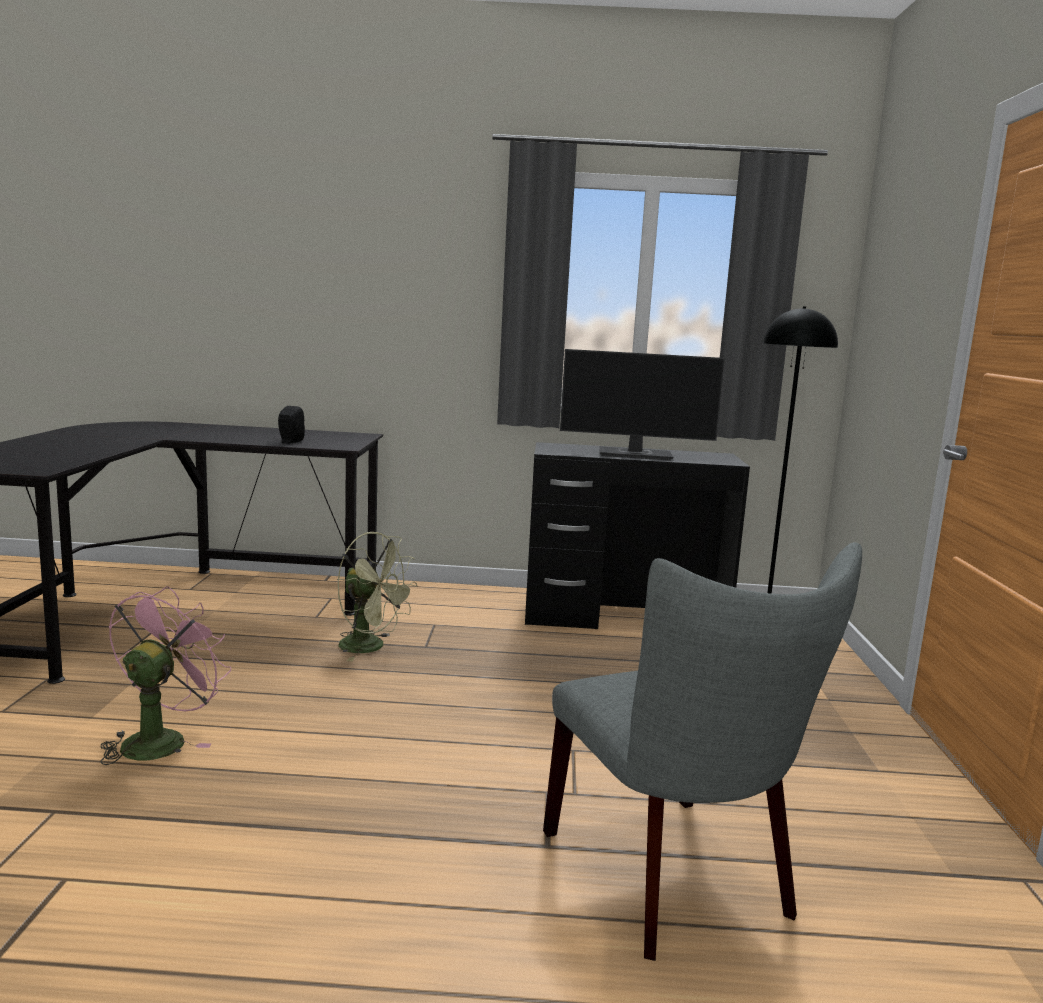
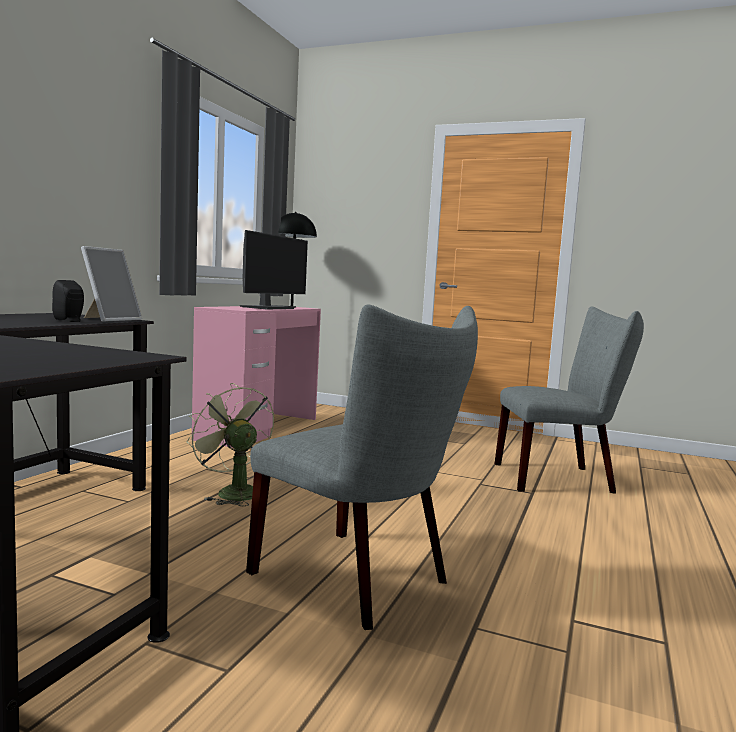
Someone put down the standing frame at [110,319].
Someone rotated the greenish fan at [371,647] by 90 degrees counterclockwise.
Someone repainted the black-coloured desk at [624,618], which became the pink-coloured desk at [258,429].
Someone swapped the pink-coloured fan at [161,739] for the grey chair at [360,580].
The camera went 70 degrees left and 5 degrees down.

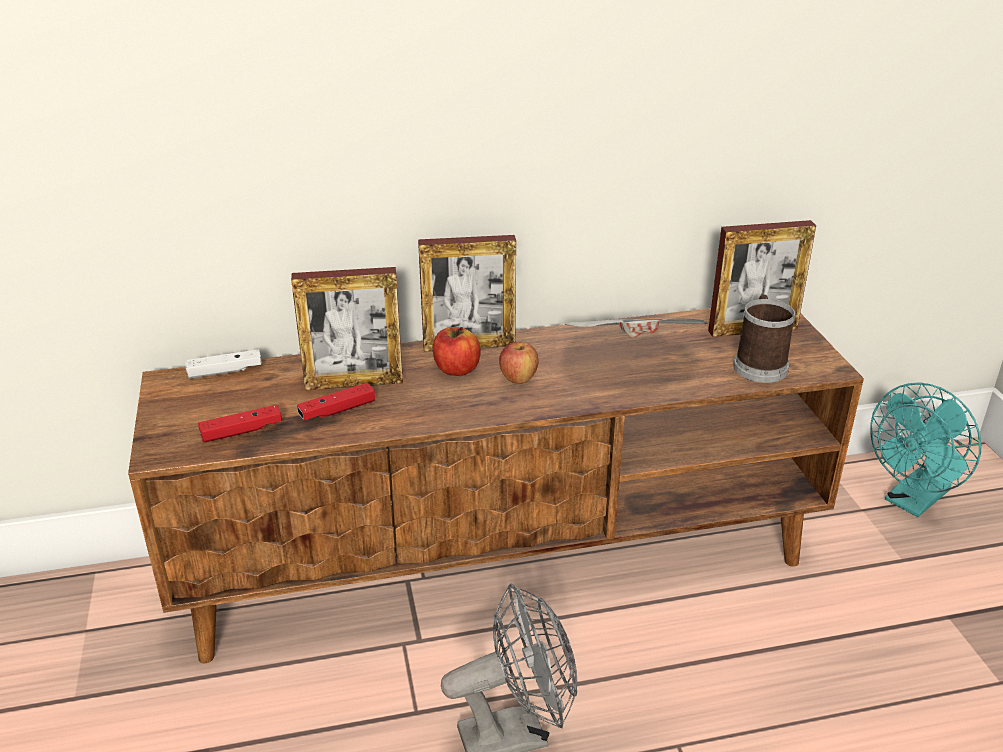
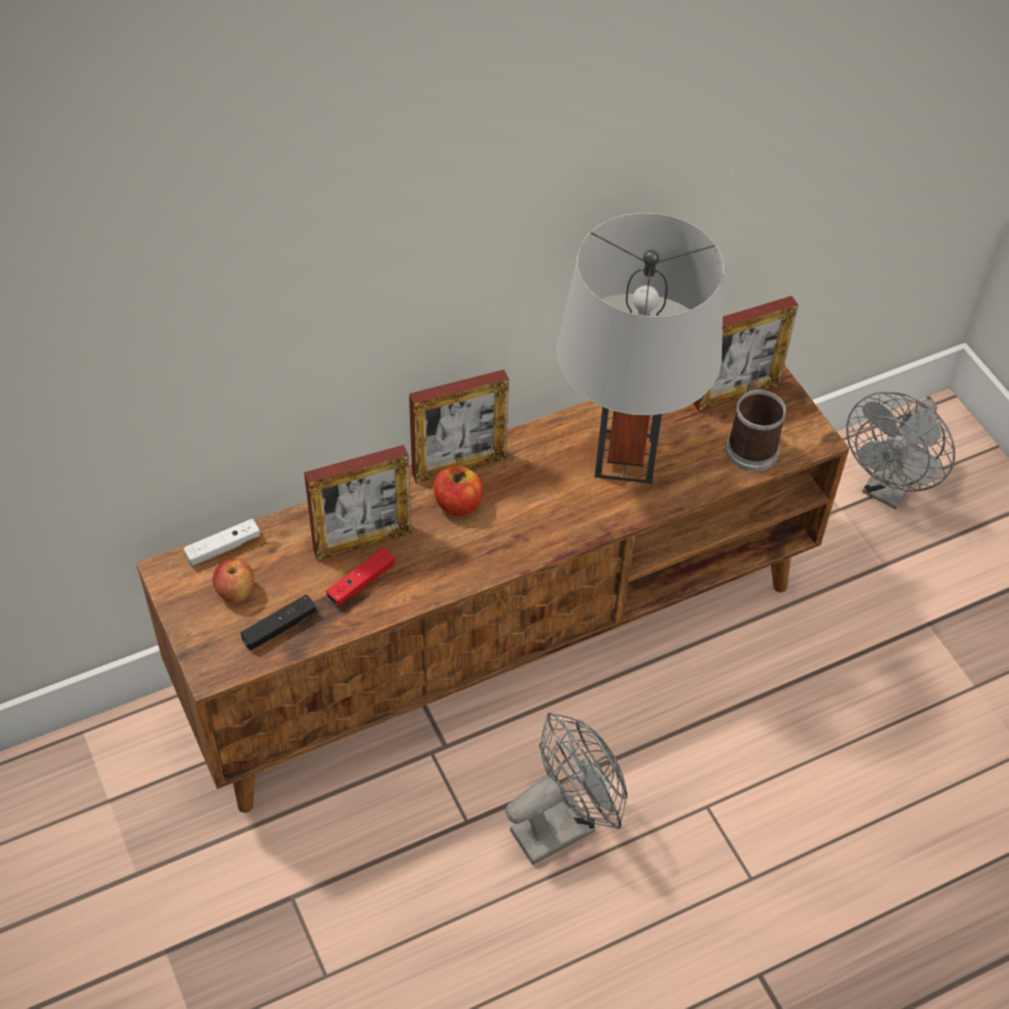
Someone carried the apple fruit from [518,379] to [235,592].
Someone repainted the red gamepad at [242,431], which became the black-coloured gamepad at [279,628].
Someone swapped the printed paper at [631,358] for the grey tabletop lamp at [625,456].
Someone repainted the blue-green fan at [912,501], which became the grey fan at [888,489].
The camera went 15 degrees left and 20 degrees up.

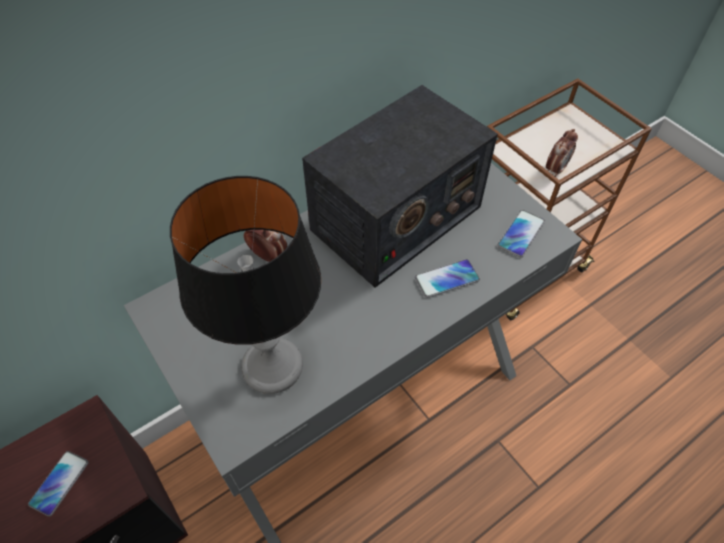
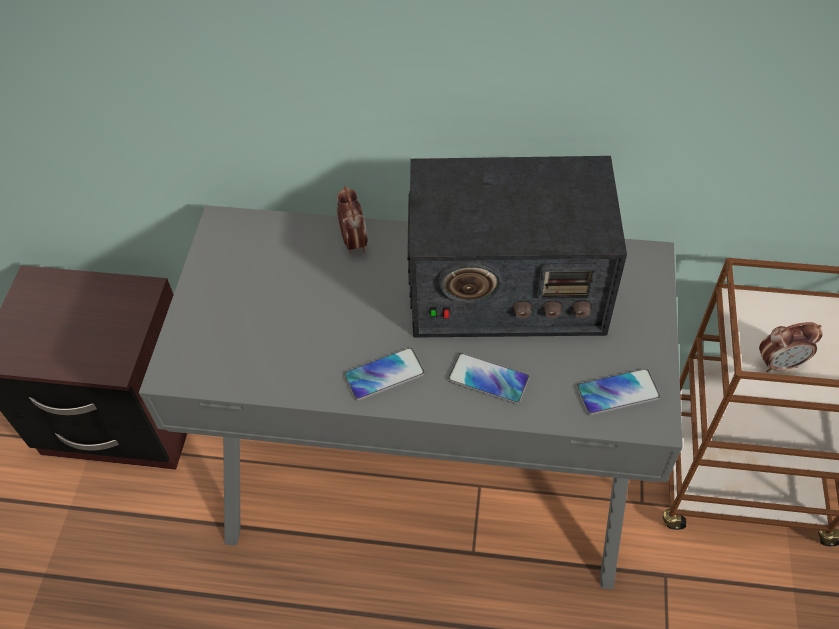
Someone carried the phone from [59,483] to [384,374].
Someone took away the tabletop lamp at [272,366].
The camera went 45 degrees right and 0 degrees up.

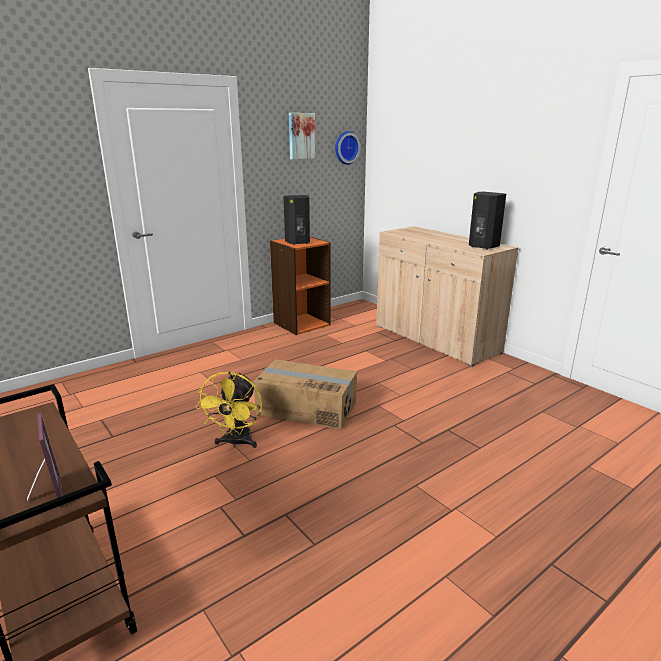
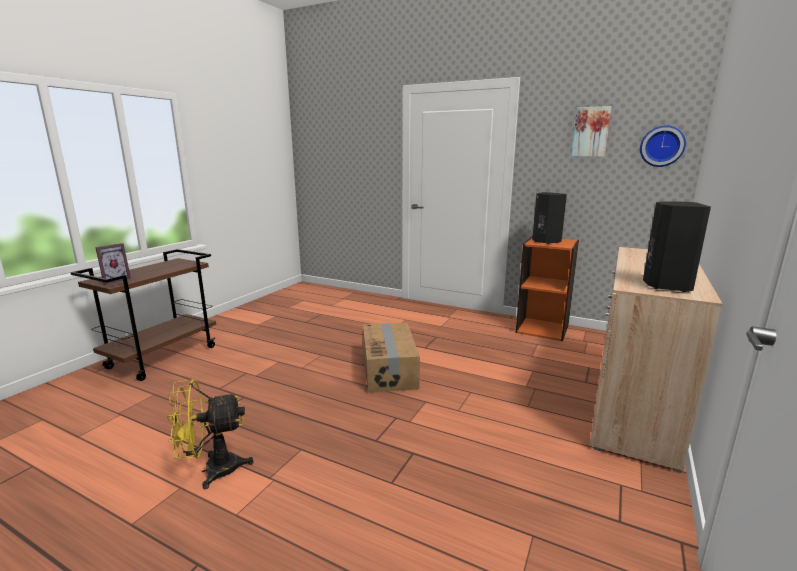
Someone carried the yellowish fan from [236,443] to [212,470].
The camera went 65 degrees right and 5 degrees down.

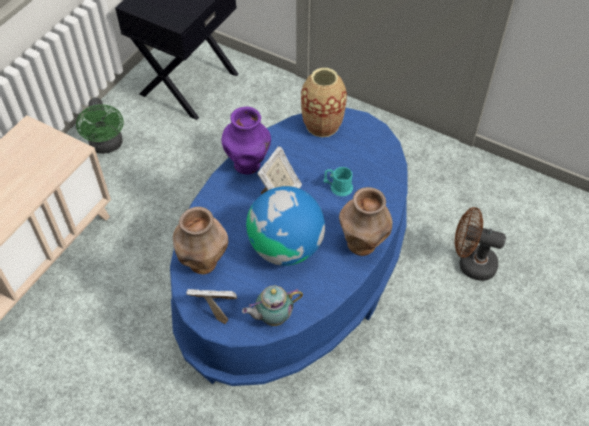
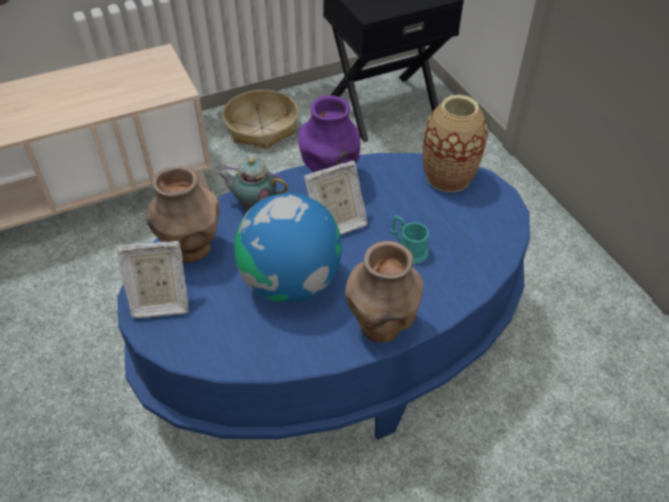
Someone rotated the standing frame at [216,308] by 135 degrees clockwise.
Someone carried the pot for tea from [272,317] to [254,204].
Someone swapped the greenish fan at [107,146] for the storage basket at [262,128].
Someone took away the brownish fan at [471,263].
The camera went 35 degrees right and 5 degrees down.

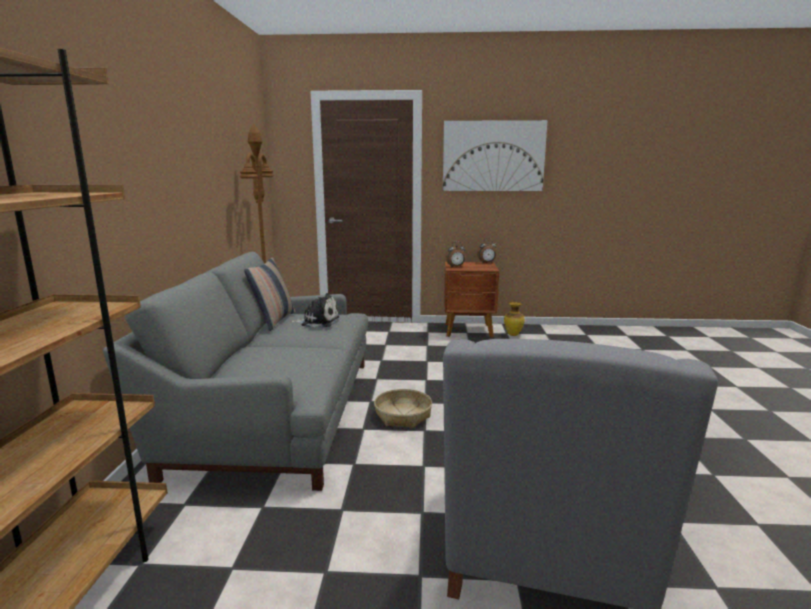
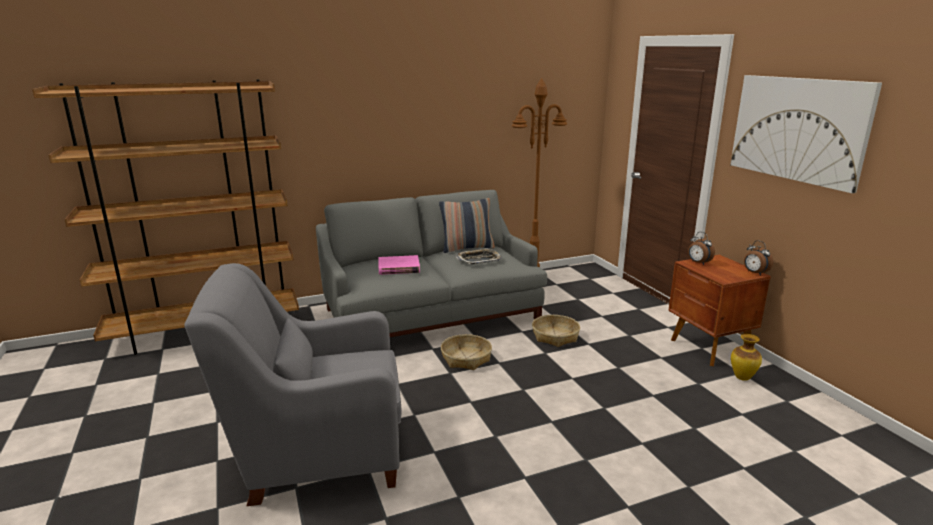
Someone put down the pink-coloured bound book at [399,268].
Someone swapped the soft toy at [318,322] for the serving tray at [479,260].
Someone put down the storage basket at [555,336].
The camera went 65 degrees right and 5 degrees up.

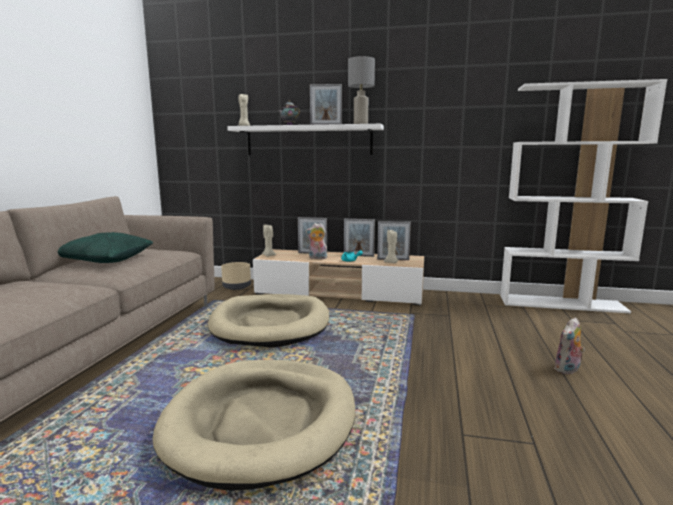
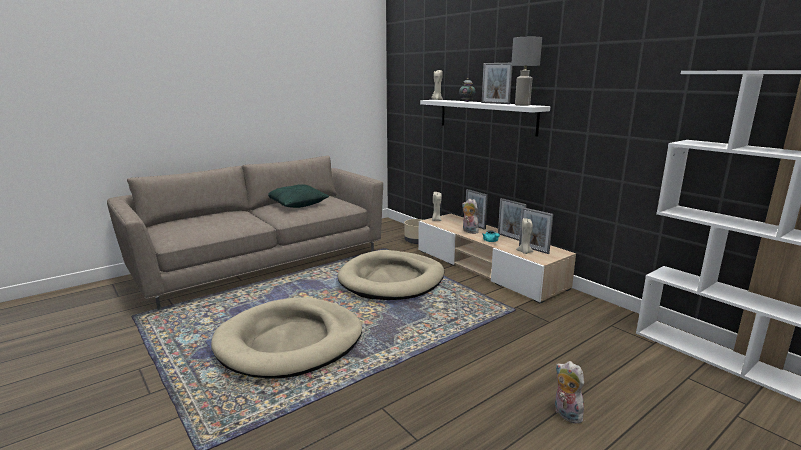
Someone rotated the soft toy at [568,370] by 60 degrees clockwise.
The camera went 40 degrees right and 5 degrees up.

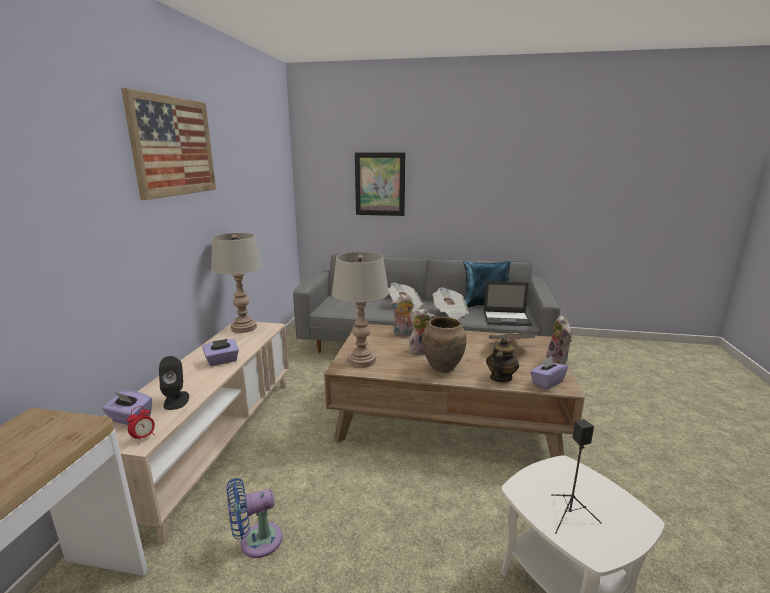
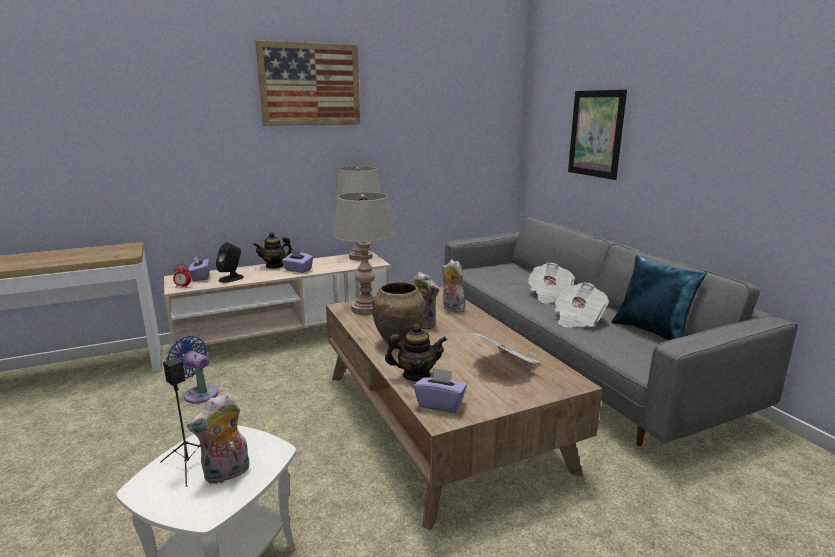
Someone carried the soft toy from [558,361] to [227,474].
Someone put down the pot for tea at [274,266].
Someone took away the portable computer at [507,318].
The camera went 55 degrees right and 0 degrees up.

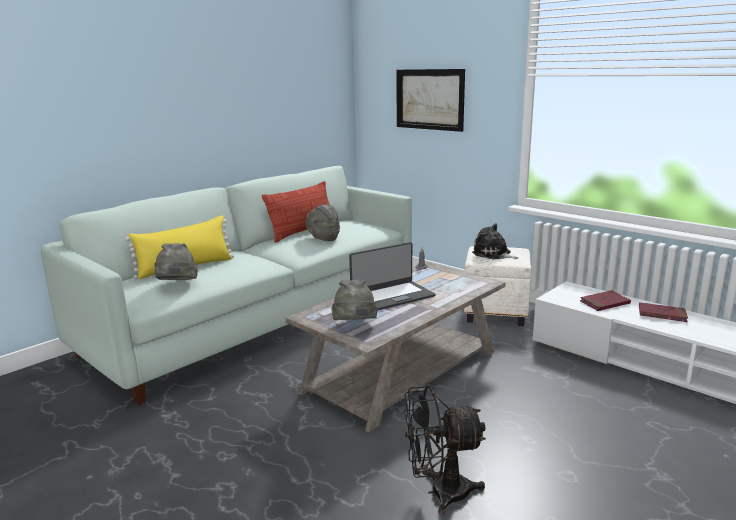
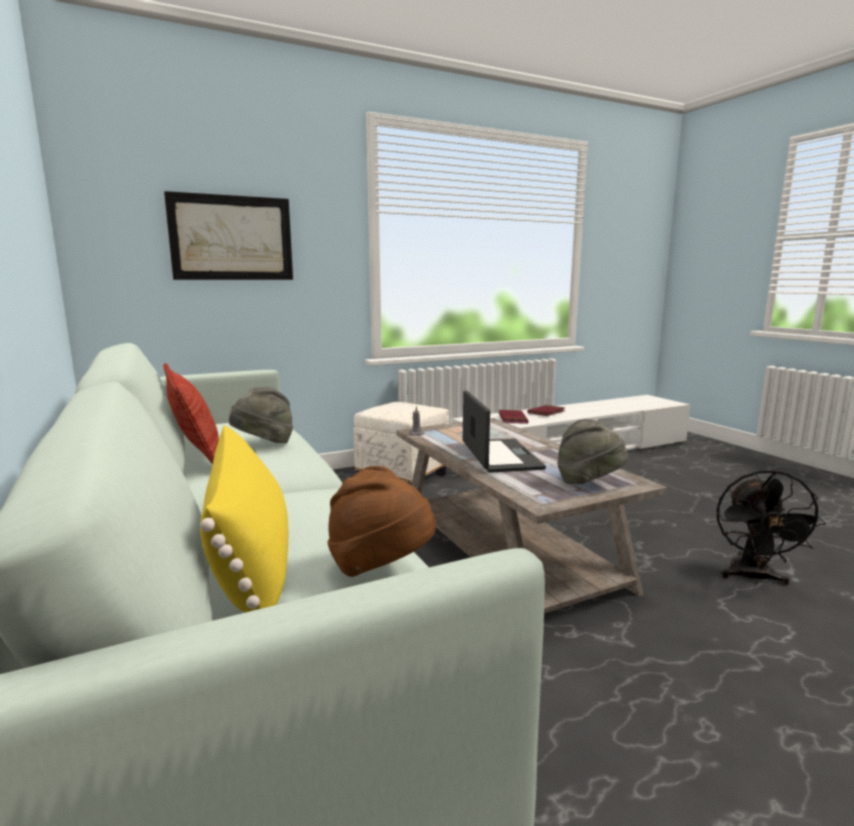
Someone repainted the grey clothing hat at [177,285], which became the brownish clothing hat at [381,568].
Someone took away the soft toy at [493,254].
The camera went 70 degrees left and 5 degrees down.

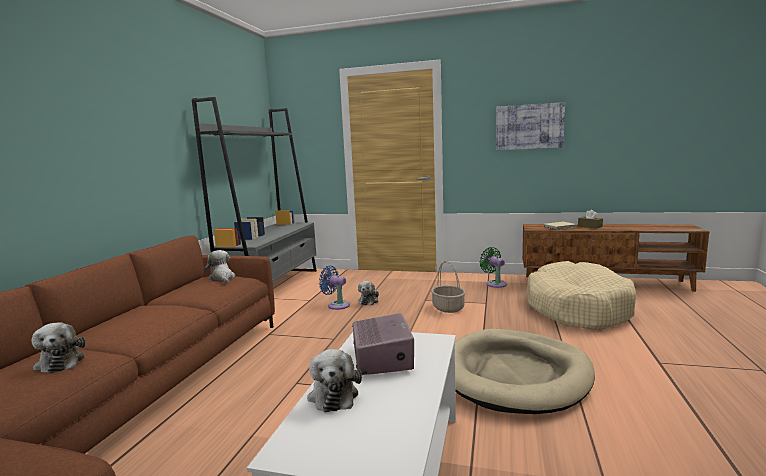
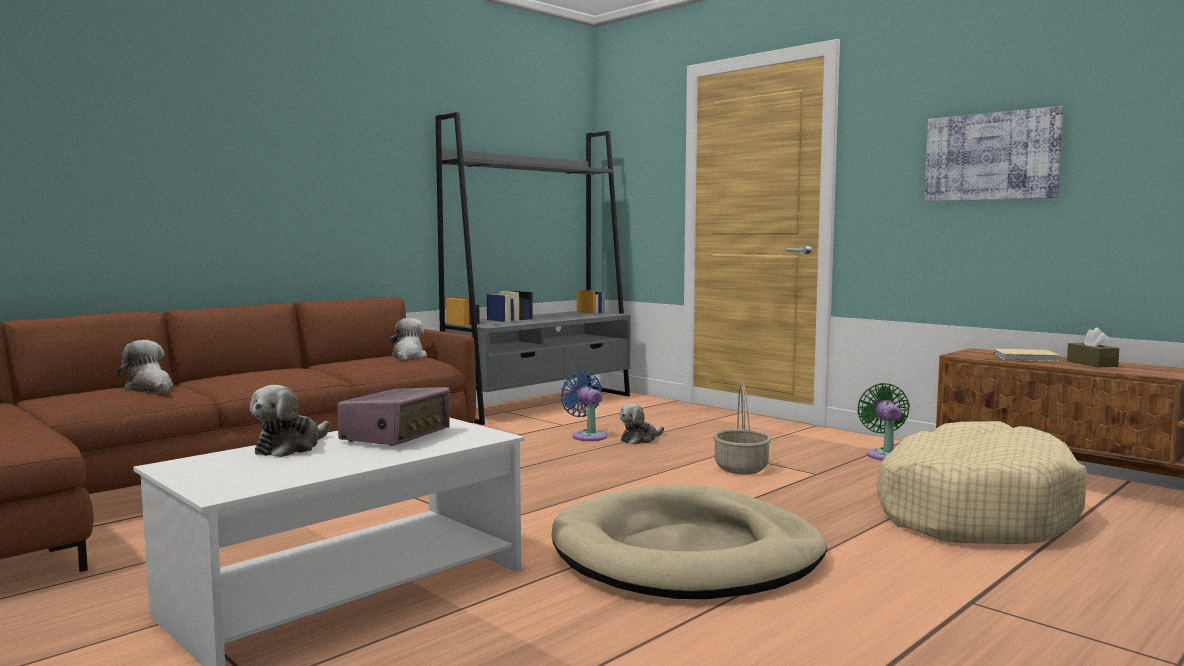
Someone rotated the soft toy at [60,362] by 135 degrees clockwise.
The camera went 30 degrees right and 5 degrees down.

